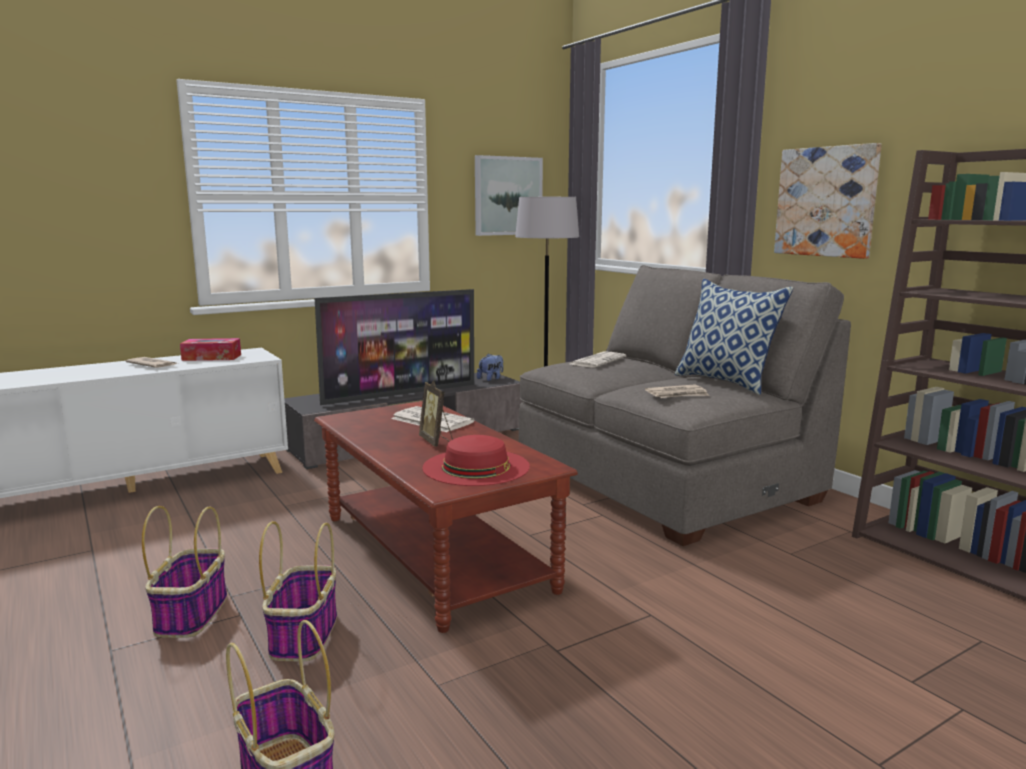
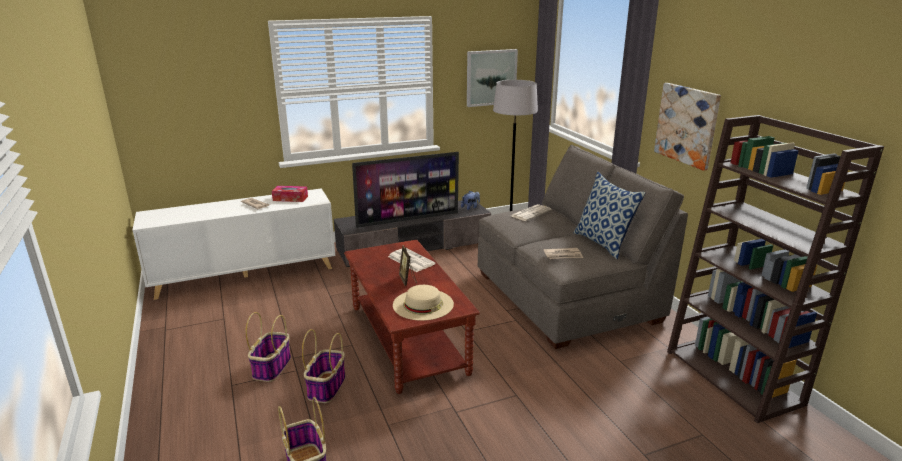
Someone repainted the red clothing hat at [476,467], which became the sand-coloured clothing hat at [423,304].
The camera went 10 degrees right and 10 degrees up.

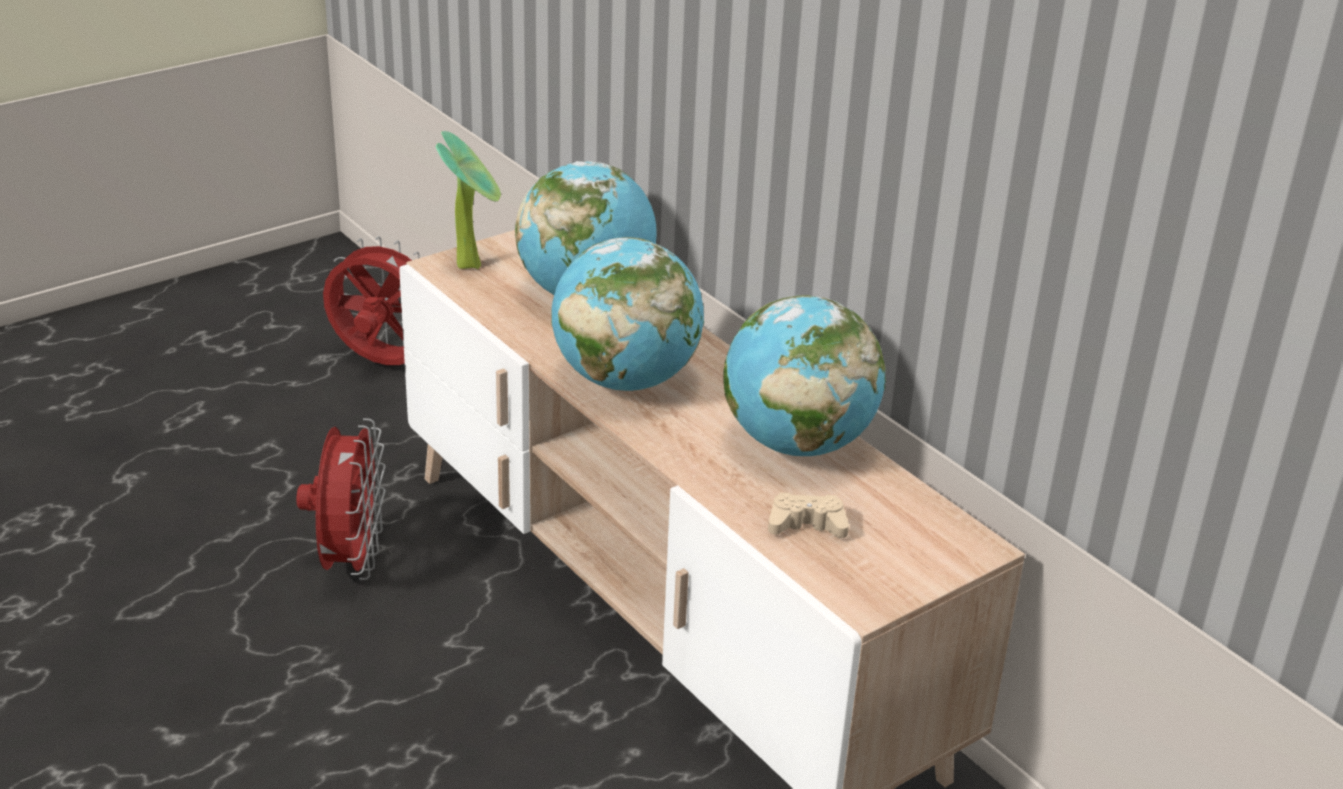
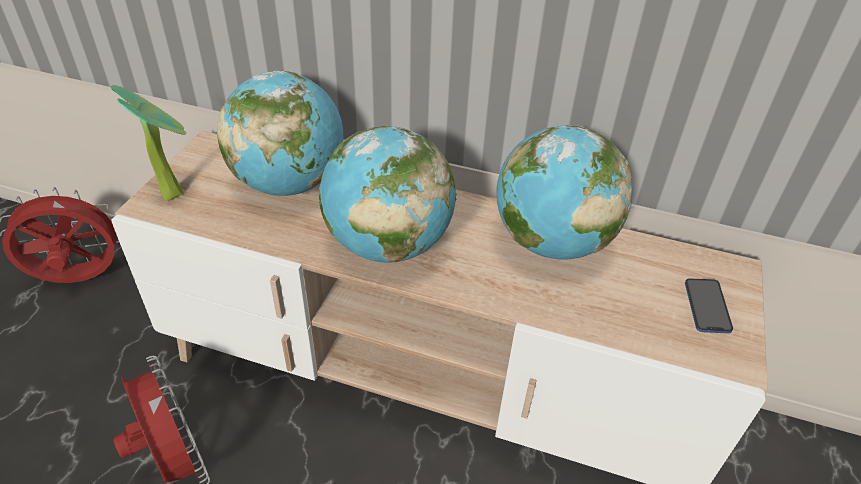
Someone put down the phone at [707,306].
Someone took away the sand-coloured gamepad at [806,525].
The camera went 35 degrees left and 10 degrees up.

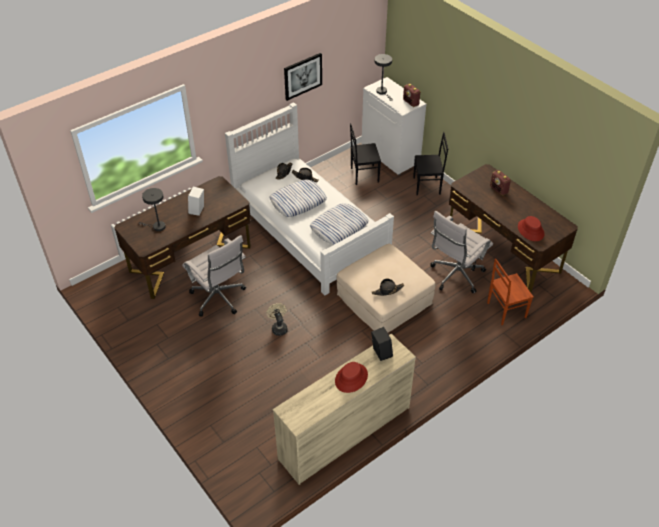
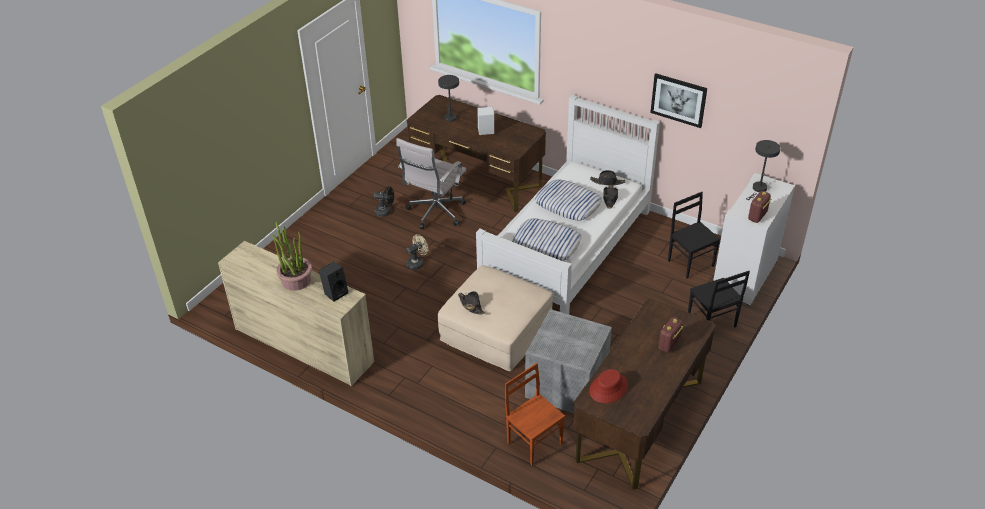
Someone swapped the red clothing hat at [351,378] for the plant in a pot at [296,280].
Someone put down the black-coloured fan at [385,212].
Someone swapped the white computer chair at [455,276] for the grey storage container at [566,383].
The camera went 70 degrees right and 5 degrees down.

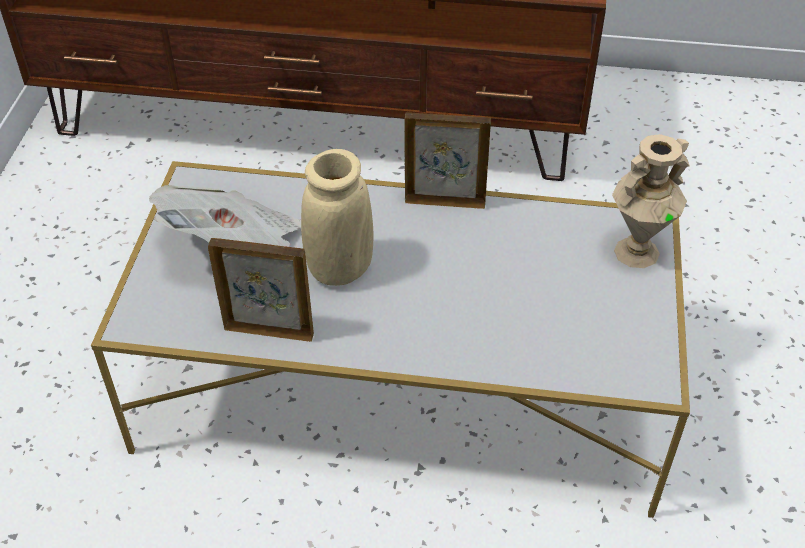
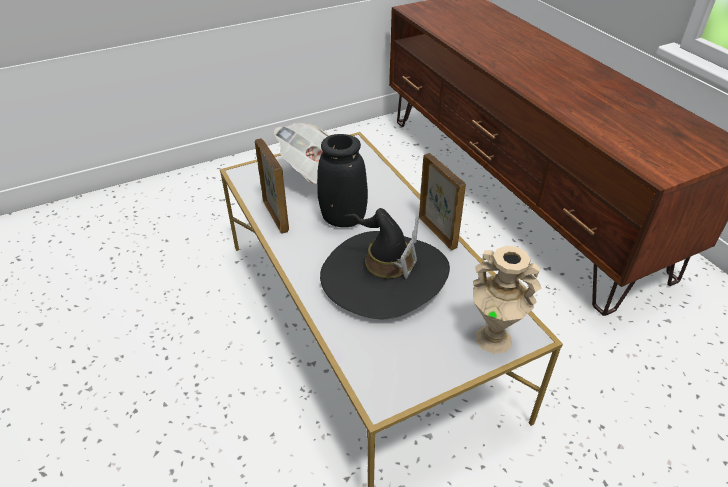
Someone repainted the sand-coloured vase at [340,269], which became the black-coloured vase at [343,219].
Someone put down the black-coloured clothing hat at [384,276].
The camera went 55 degrees right and 5 degrees down.

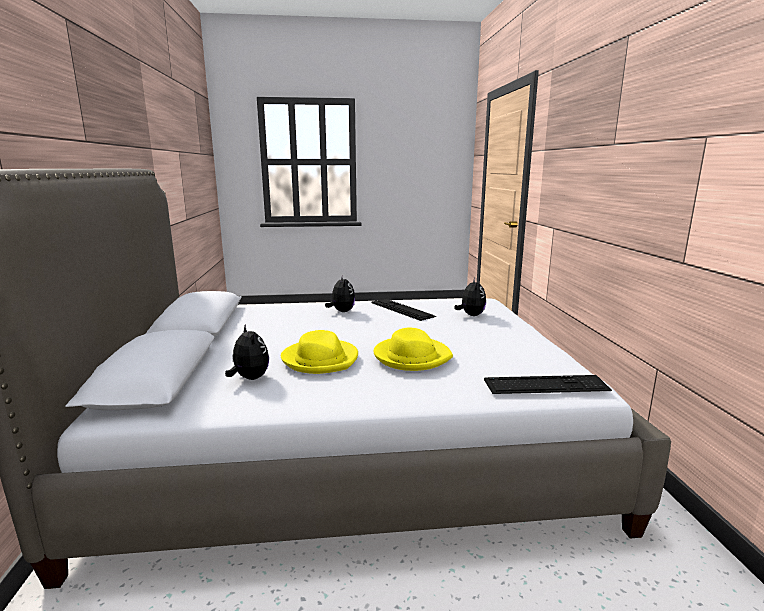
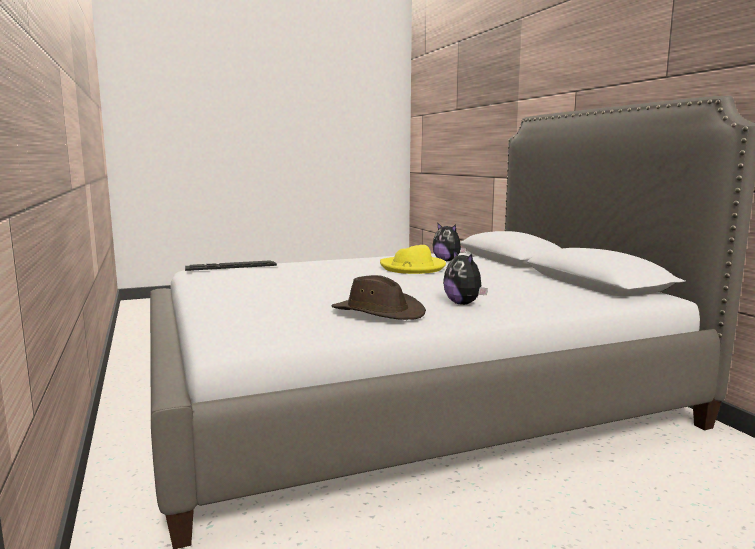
Someone swapped the keyboard at [402,309] for the brownish clothing hat at [378,312].
Someone took away the yellowish clothing hat at [411,356].
Someone took away the soft toy at [471,315].
The camera went 165 degrees right and 5 degrees down.

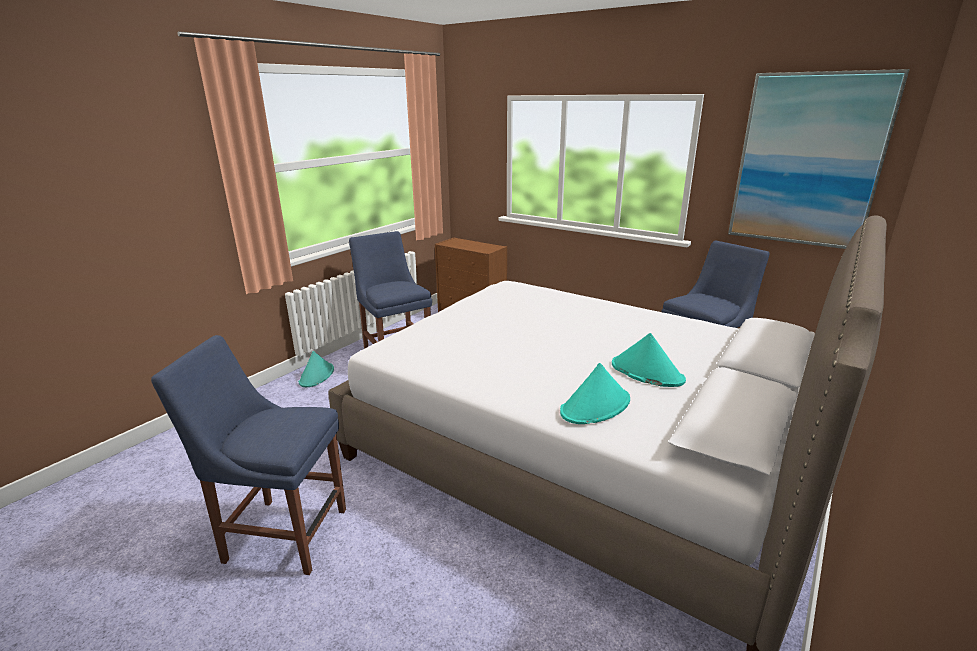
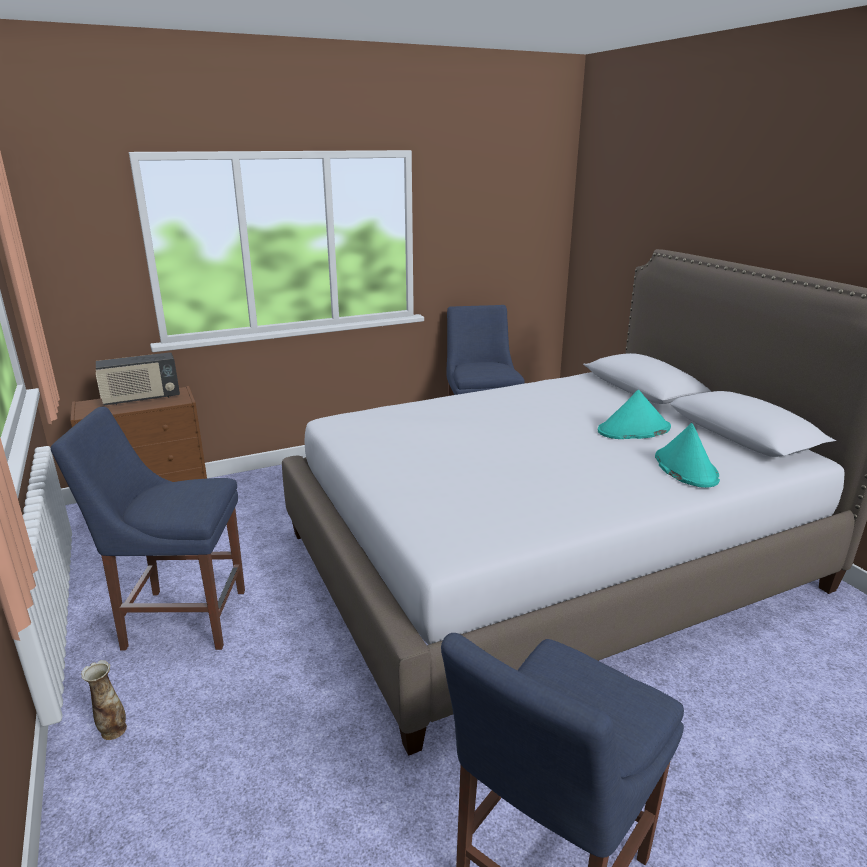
Someone swapped the blue-green clothing hat at [317,375] for the vase at [113,731].
Someone put down the radio receiver at [141,399].
Someone took away the wall art at [808,161].
The camera went 60 degrees left and 0 degrees up.

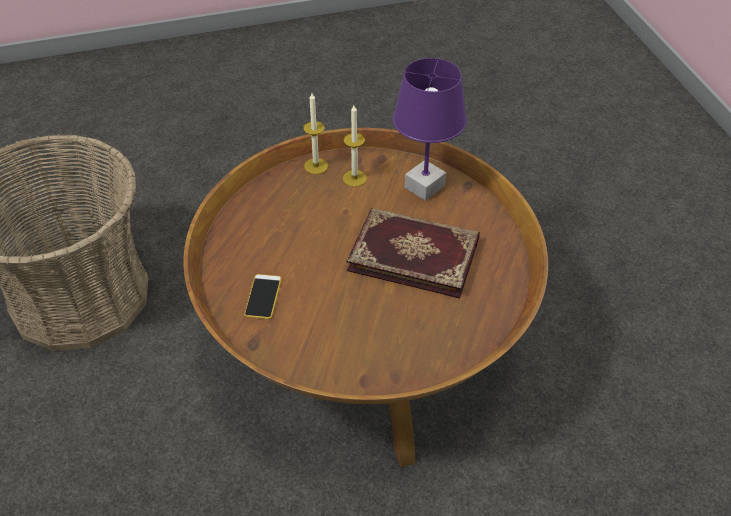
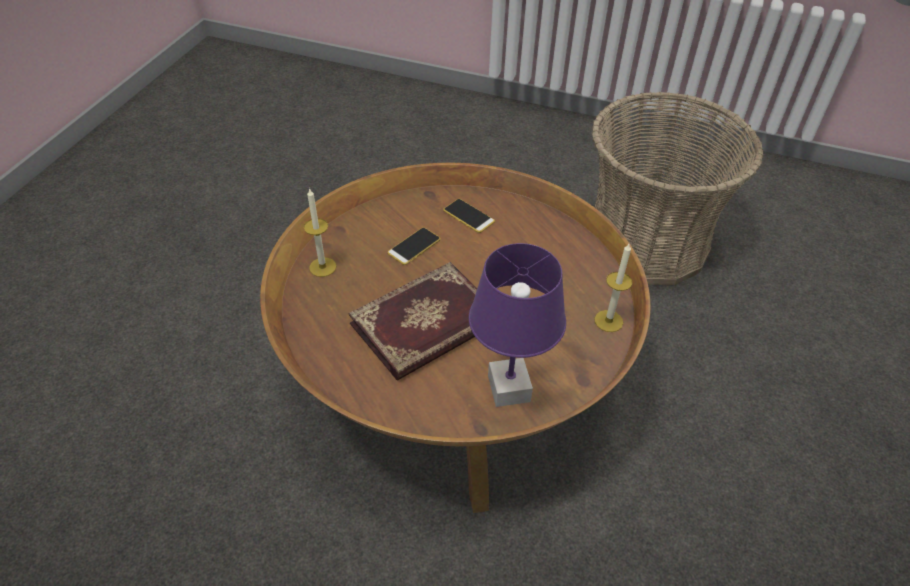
Someone carried the wax light from [354,178] to [322,267].
Someone put down the phone at [414,246].
The camera went 125 degrees right and 0 degrees up.

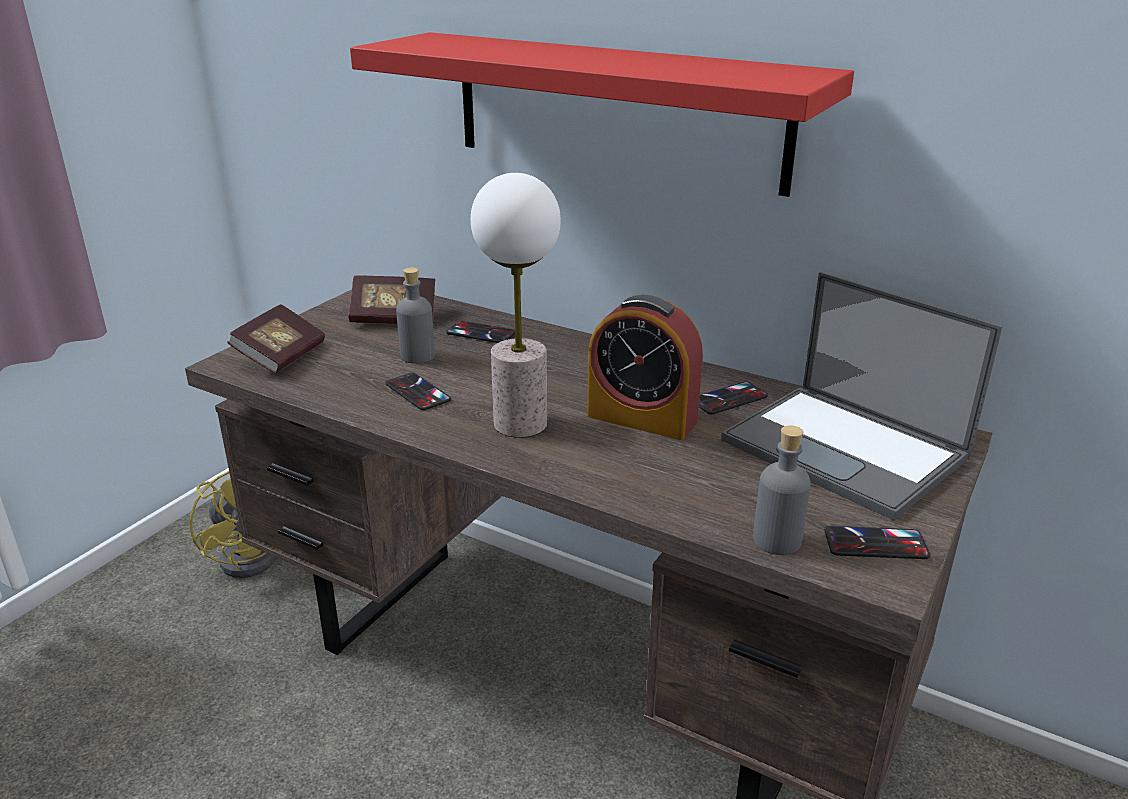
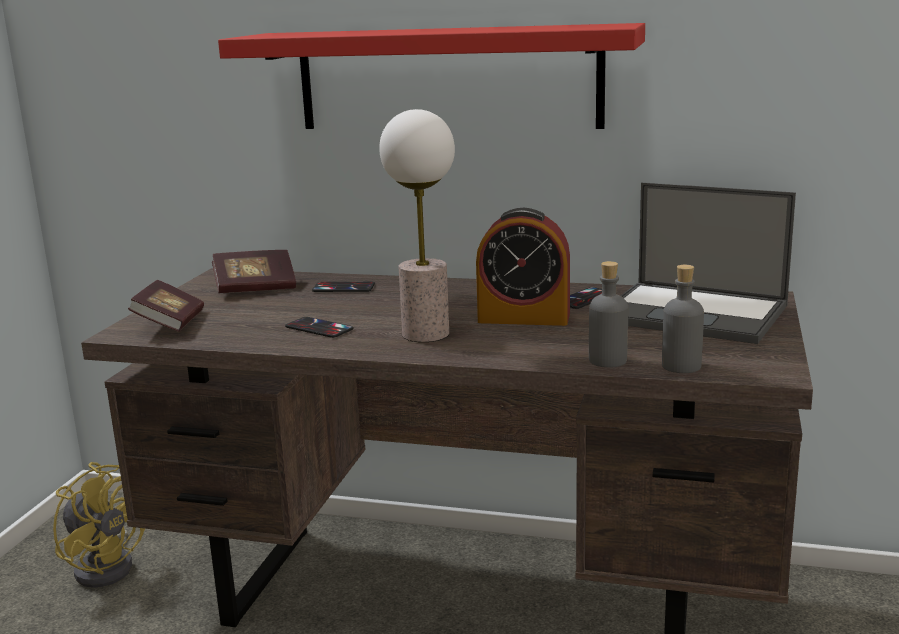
Someone carried the grey bottle from [417,356] to [607,360].
Someone took away the phone at [875,544].
The camera went 15 degrees left and 10 degrees down.

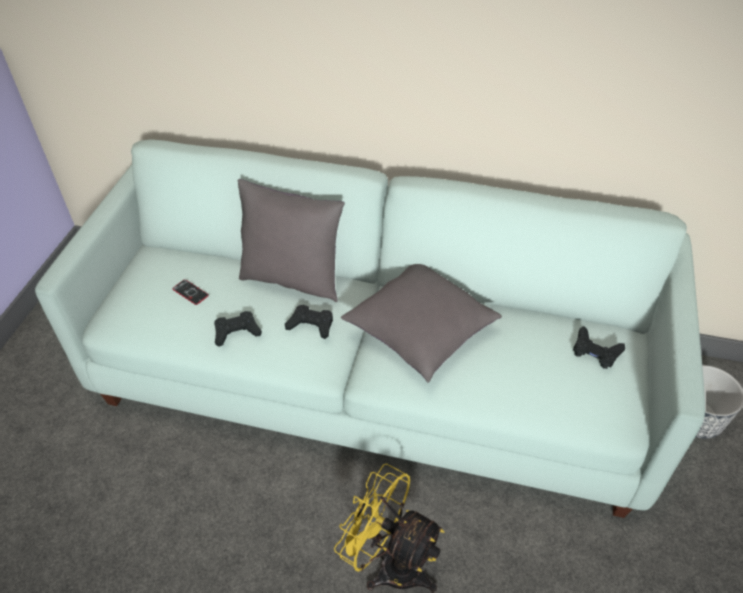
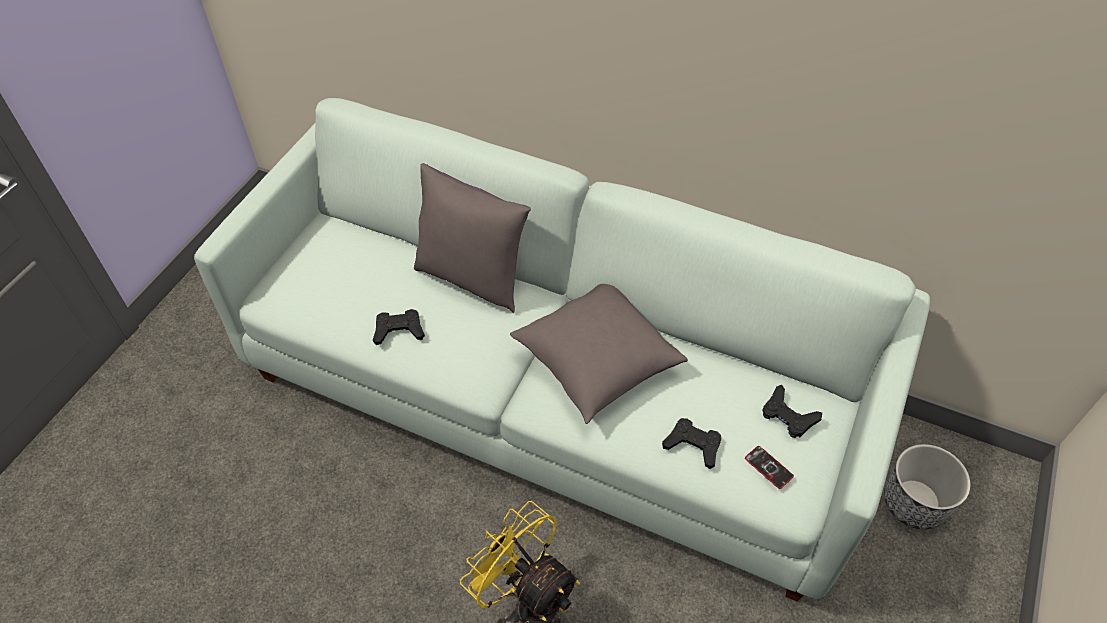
Someone carried the black-coloured gamepad from [311,324] to [693,445].
Someone carried the phone from [190,292] to [768,467].
The camera went 10 degrees right and 5 degrees up.

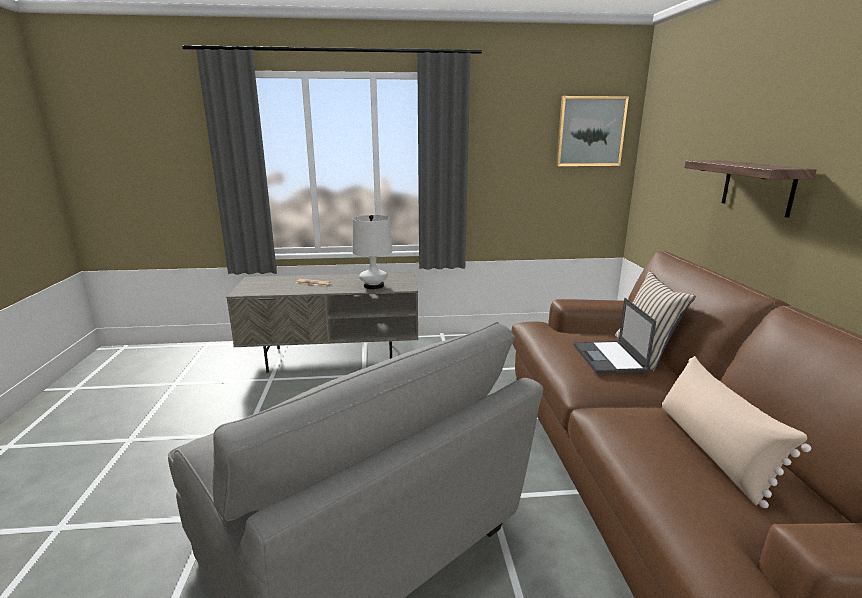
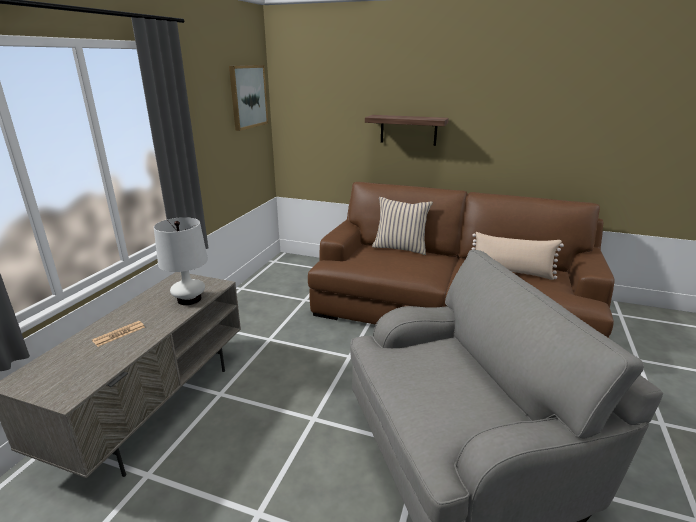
Someone took away the portable computer at [609,358].
The camera went 65 degrees left and 5 degrees up.

